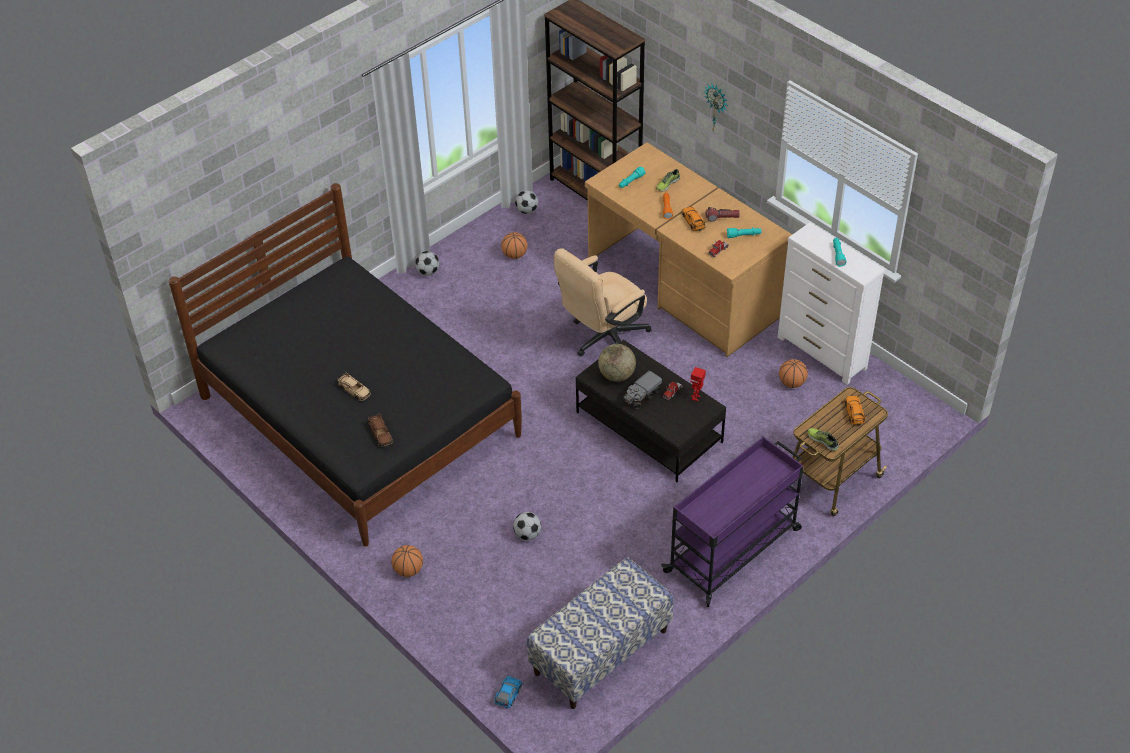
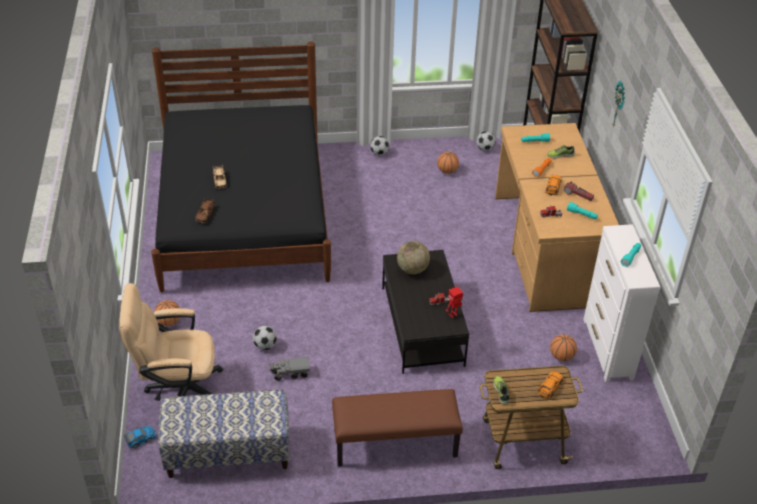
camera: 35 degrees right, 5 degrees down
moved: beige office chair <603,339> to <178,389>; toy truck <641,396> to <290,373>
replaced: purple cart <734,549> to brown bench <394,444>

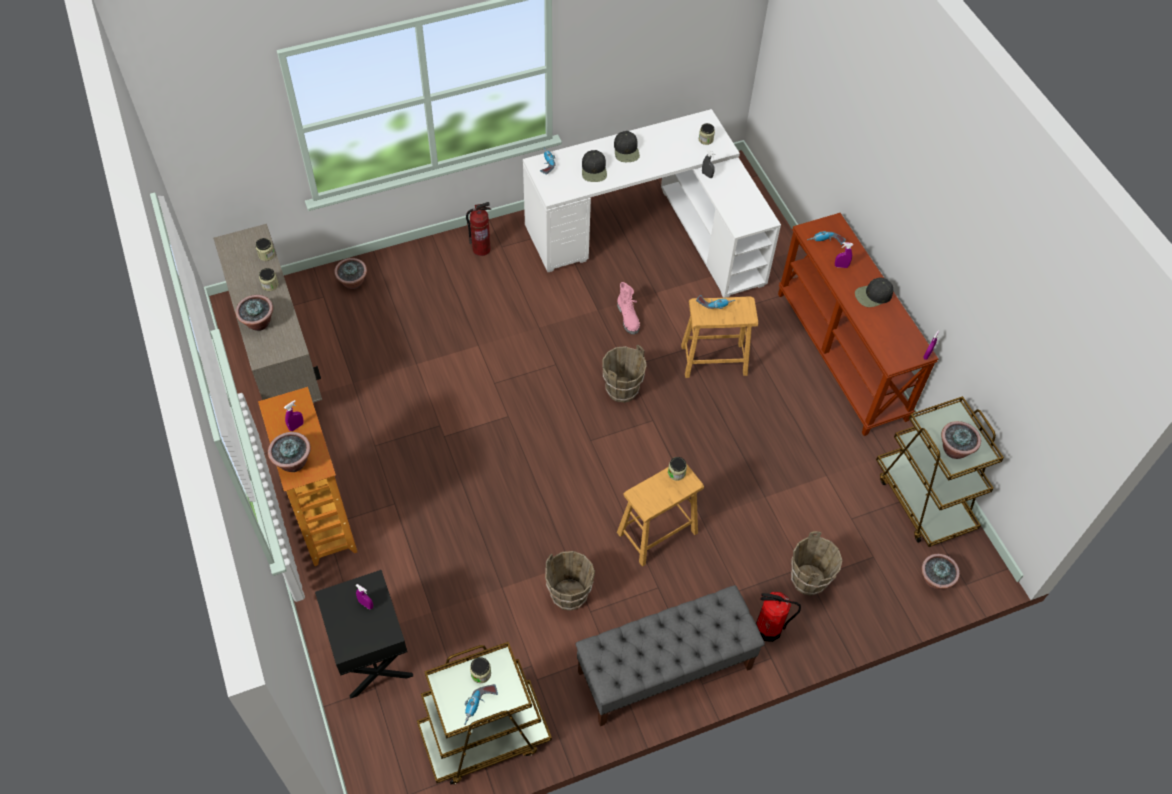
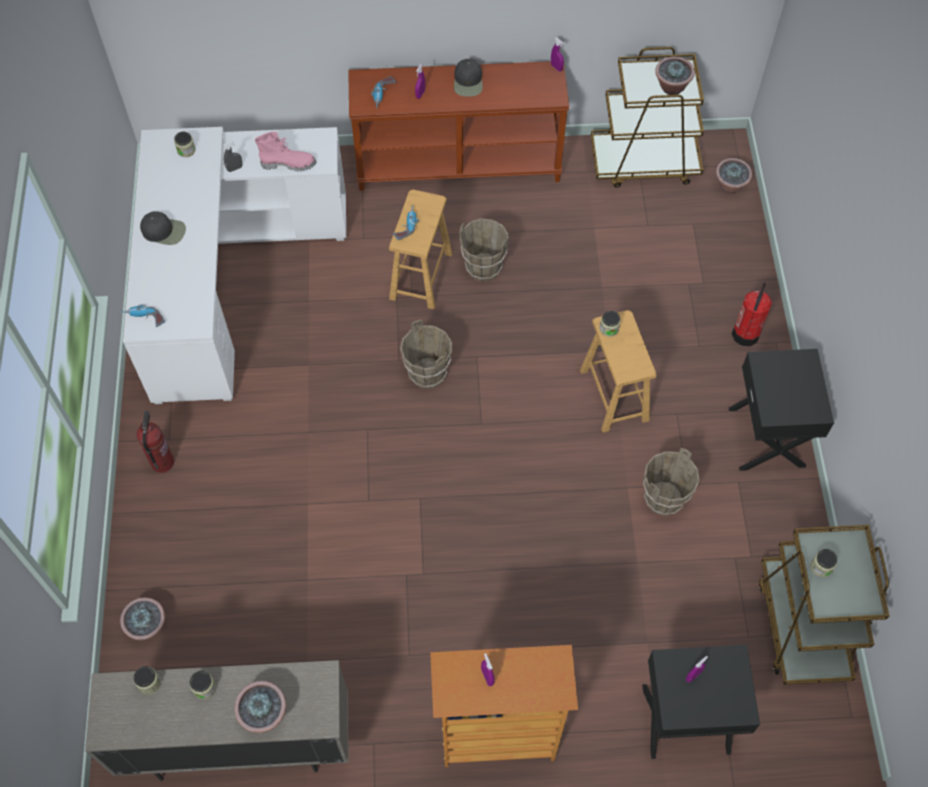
camera: 70 degrees left, 5 degrees up
removed: potted plant <293,462>; power drill <479,706>; black cap <594,170>
moved: pink boot <628,318> to <288,163>; brown bucket <808,580> to <483,267>
replaced: grey bench <664,670> to black nightstand <768,437>

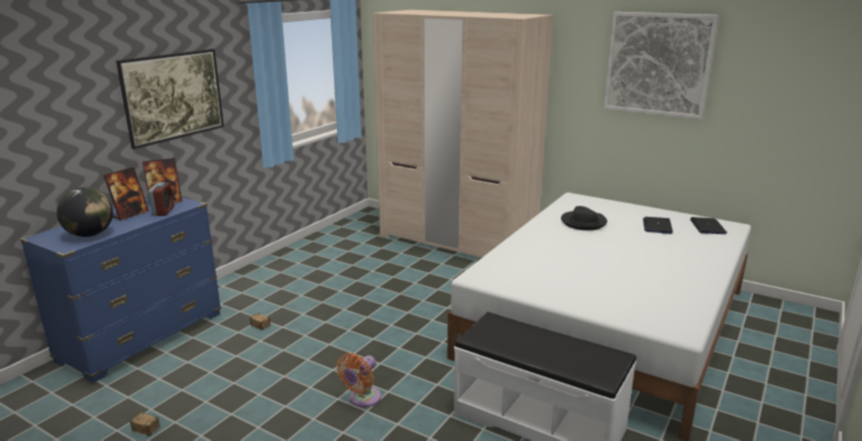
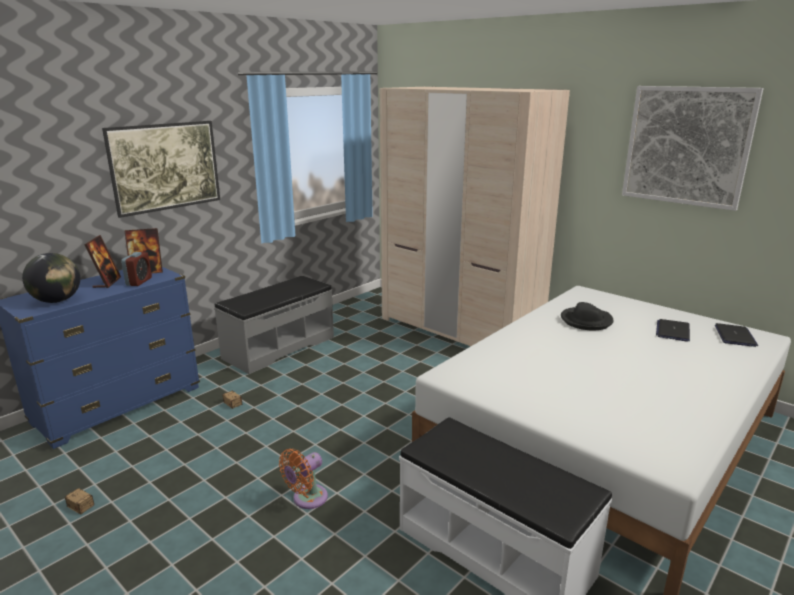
camera: 10 degrees right, 0 degrees up
added: grey bench <278,347>
turned: picture frame <130,214> = <107,282> 45 degrees counterclockwise

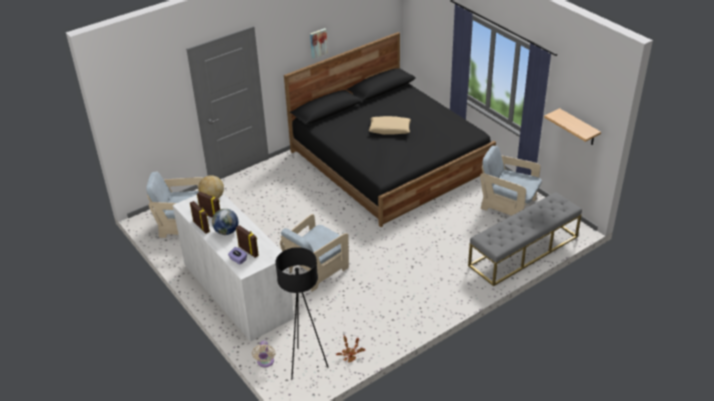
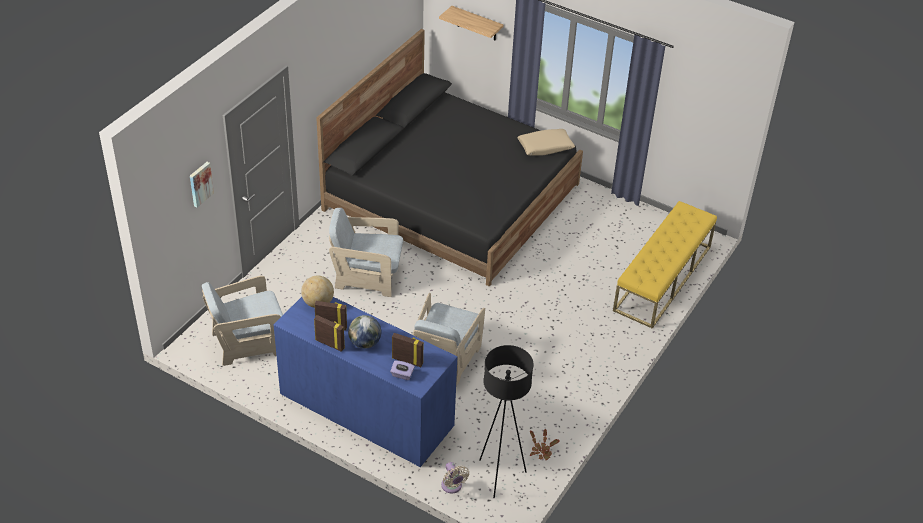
camera: 25 degrees left, 5 degrees up
moved: picture <318,43> to <200,183>; beige pillow <389,129> to <545,147>; beige armchair <508,205> to <367,276>; shelf <578,127> to <477,24>
recoloured: white dresser <237,290> to blue dresser <366,409>; grey bench <523,251> to yellow bench <662,278>

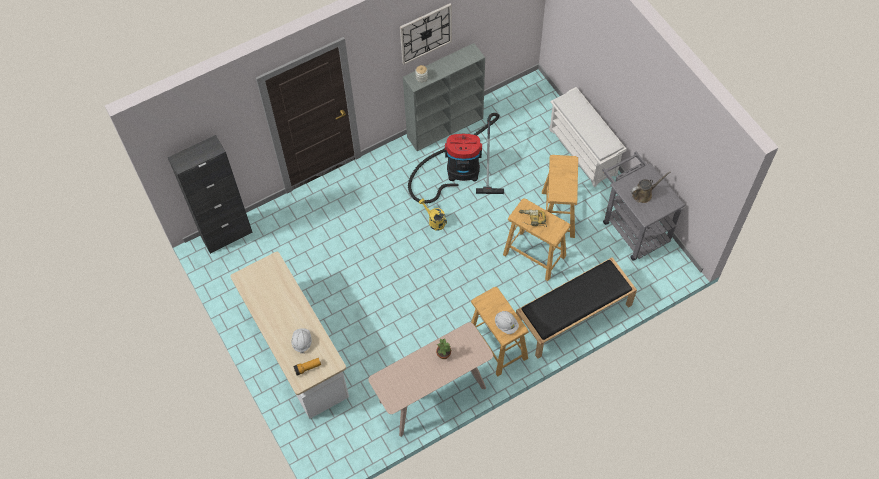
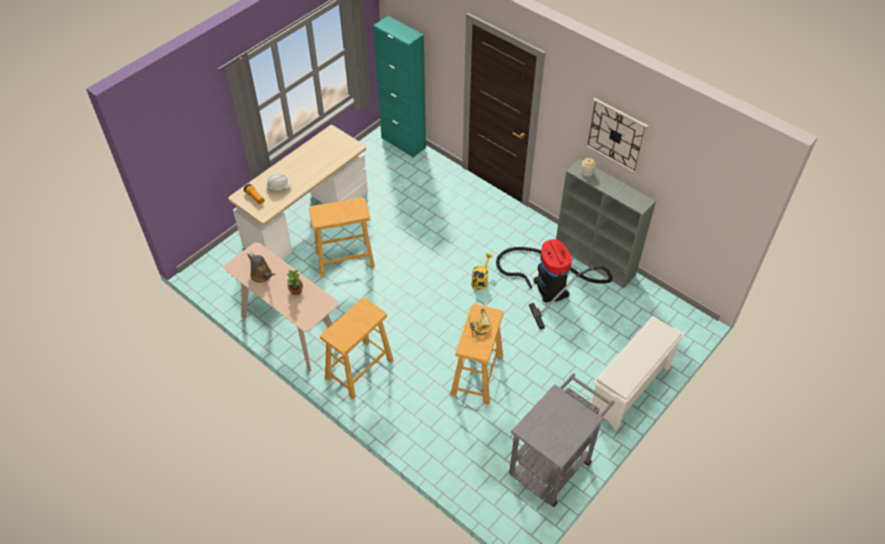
camera: 70 degrees right, 10 degrees down
removed: white hard hat <506,324>; black bench <573,316>
moved: beige stool <558,214> to <344,259>; brown watering can <644,194> to <262,275>
recoloured: black cabinet <227,235> to turquoise cabinet <403,142>

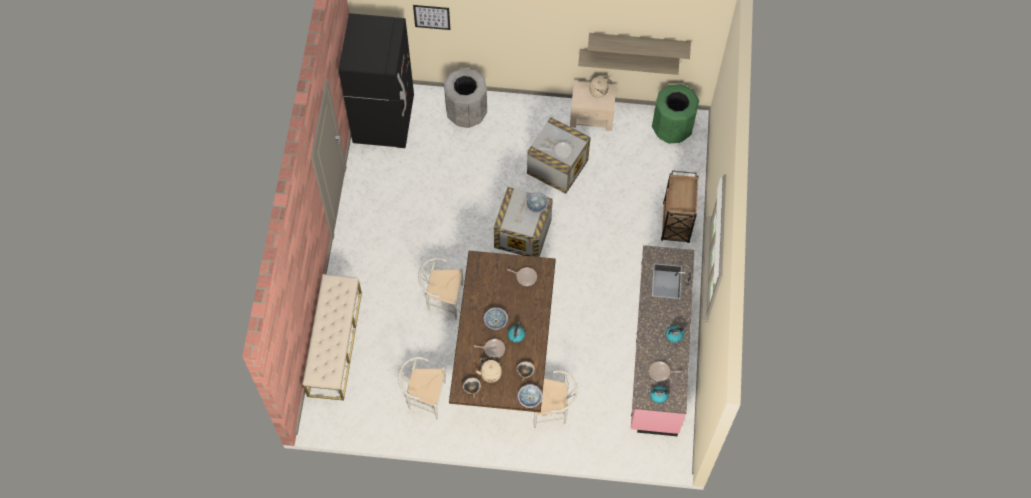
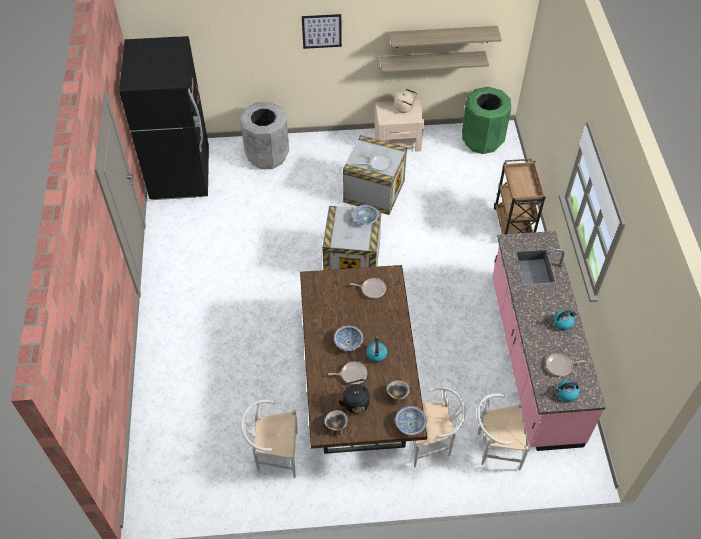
camera: 10 degrees left, 10 degrees down
removed: beige bench <334,343>
moved: picture <432,17> to <321,31>; white chair <442,299> to <494,448>
recoloured: beige kettle <490,372> to black kettle <355,402>

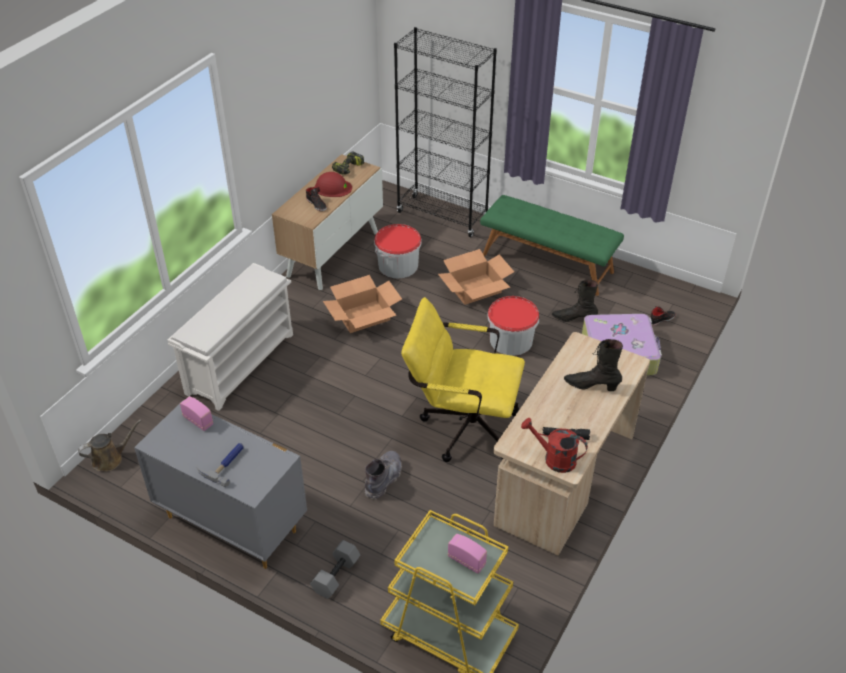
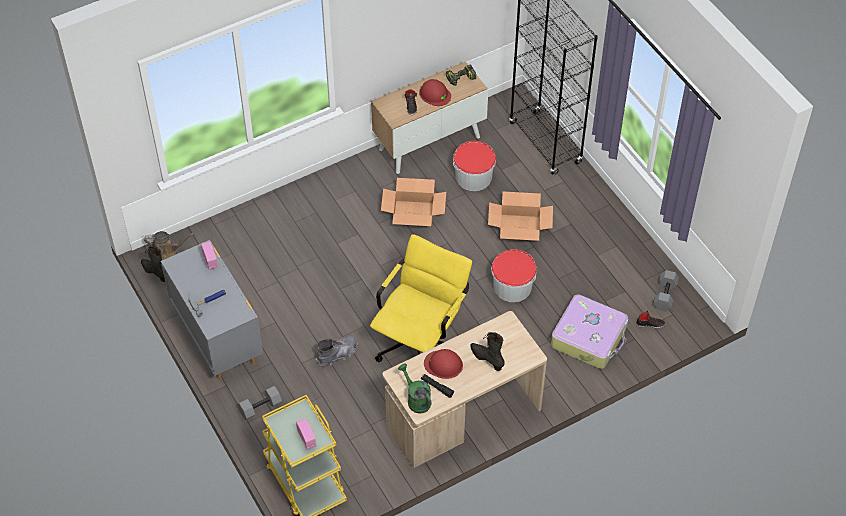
camera: 30 degrees right, 10 degrees up
removed: white shoe rack <240,362>; green bench <547,263>
added: red hard hat <443,364>; grey dumbbell <664,295>
moved: black boot <573,319> to <155,272>
recoloured: red watering can <554,459> to green watering can <416,399>
turned: yellow office chair <461,426> = <421,340> 75 degrees clockwise

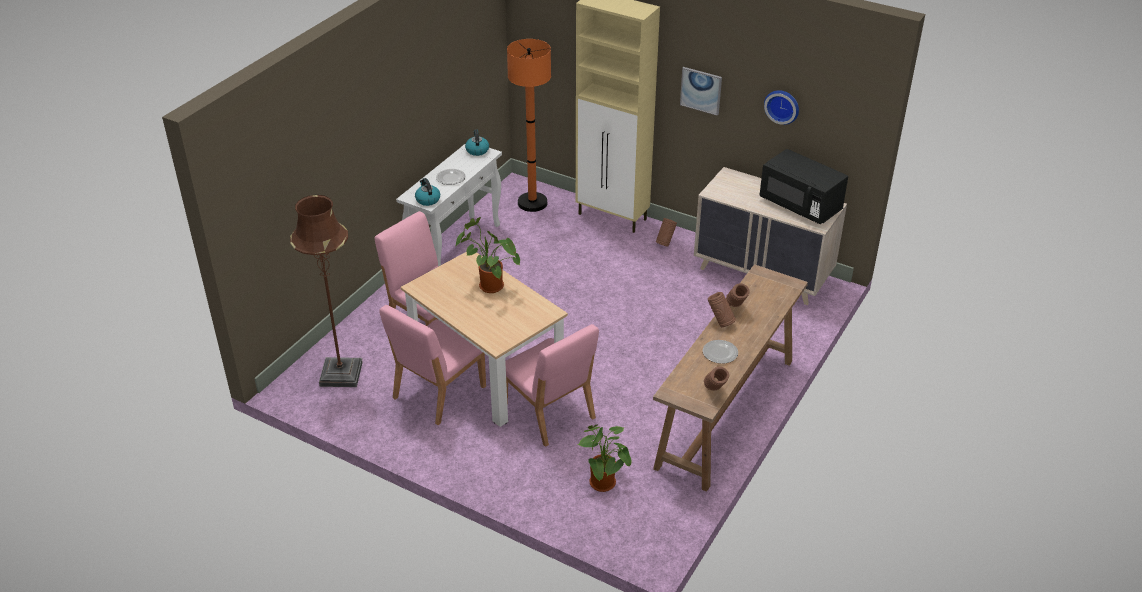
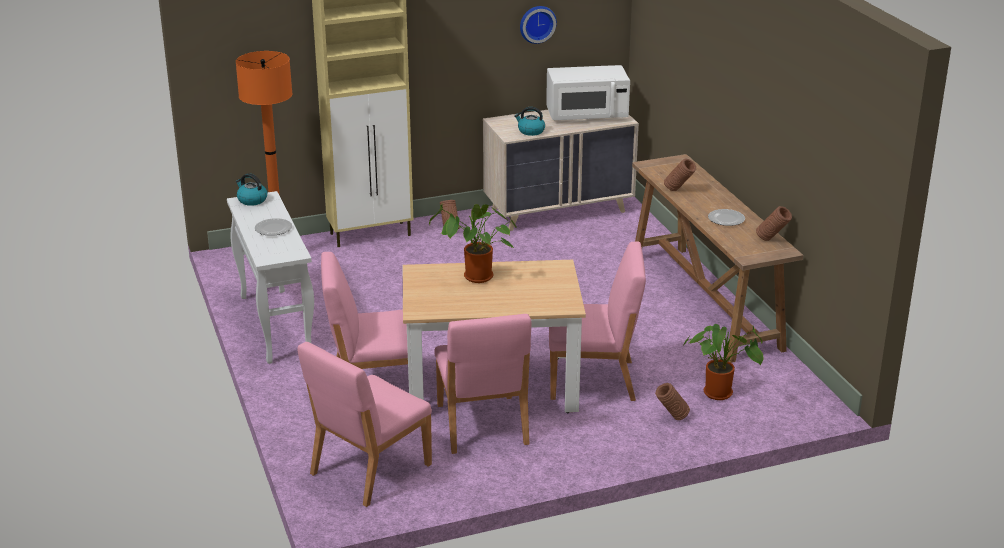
camera: 50 degrees left, 10 degrees down
removed: picture <701,90>
moved: kettle <427,199> to <530,131>; brown vase <720,322> to <671,418>
replaced: brown floor lamp <341,374> to pink chair <369,469>
recoloured: black microwave <800,205> to white microwave <587,115>

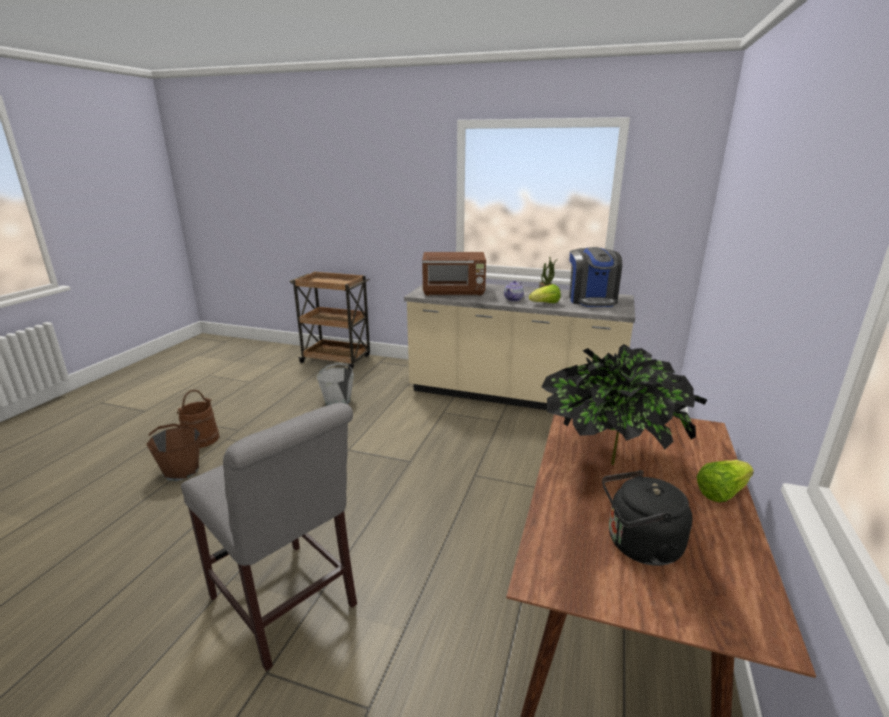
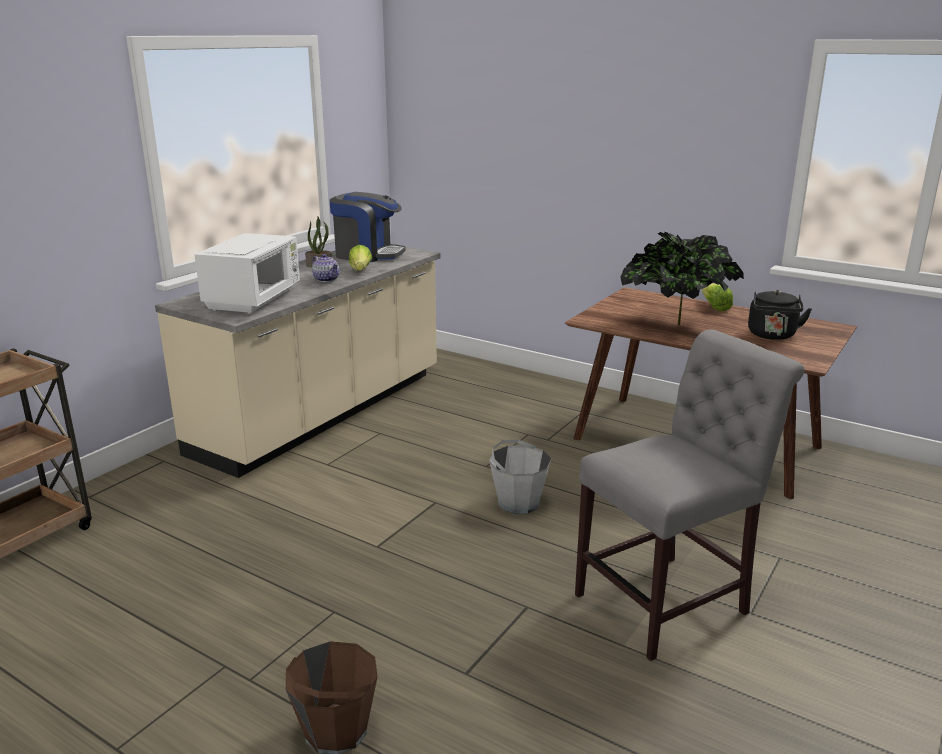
camera: 75 degrees left, 0 degrees up
removed: brown bucket <201,439>
moved: grey bucket <337,401> to <518,502>
recoloured: brown microwave <454,292> to white microwave <255,299>

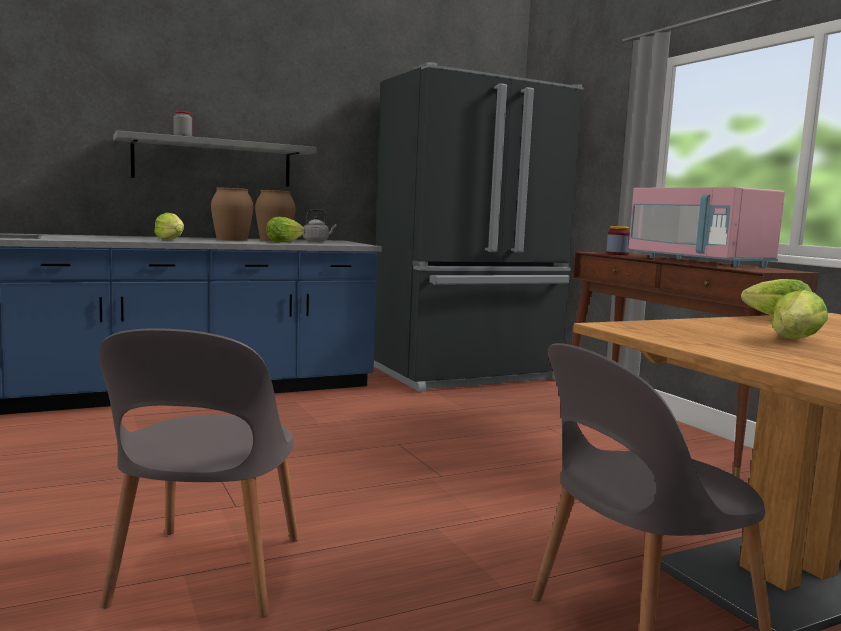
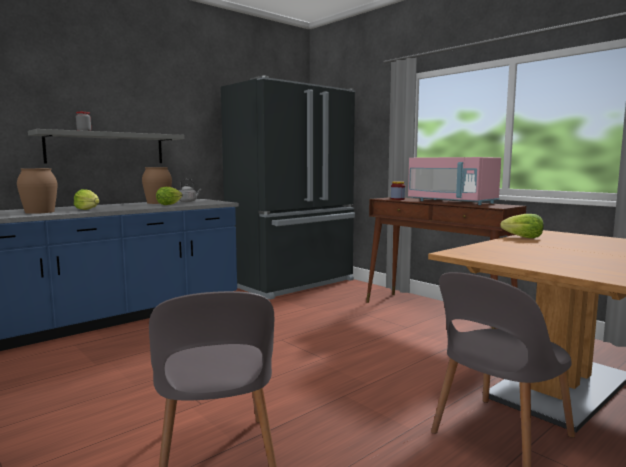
camera: 15 degrees left, 0 degrees up
removed: lettuce <795,340>
moved: brown vase <232,239> to <40,212>

